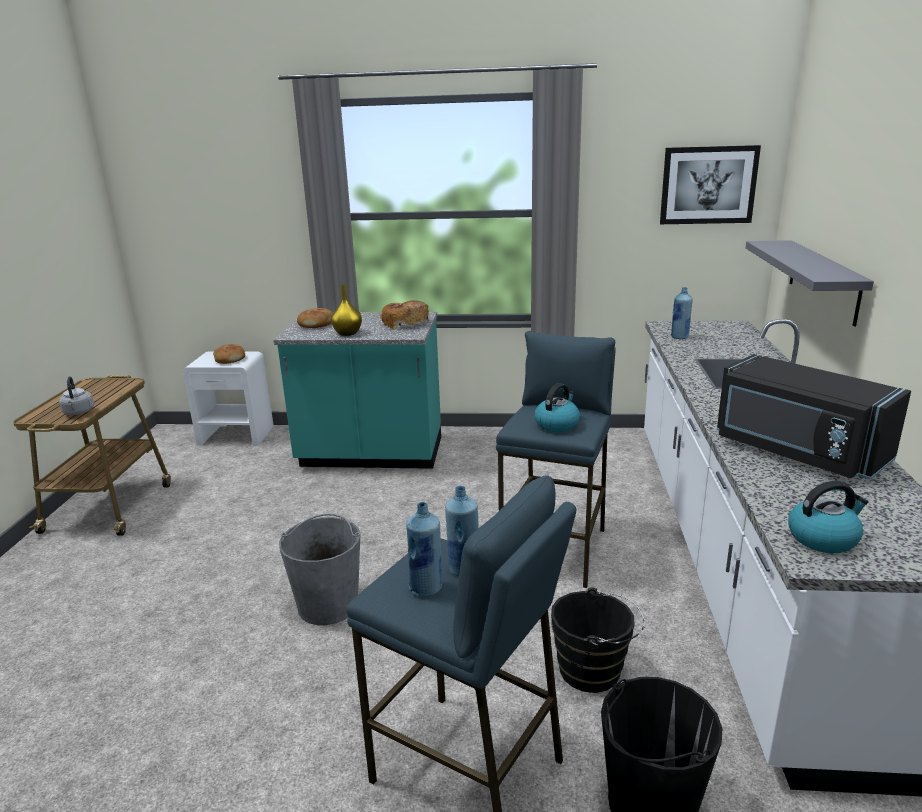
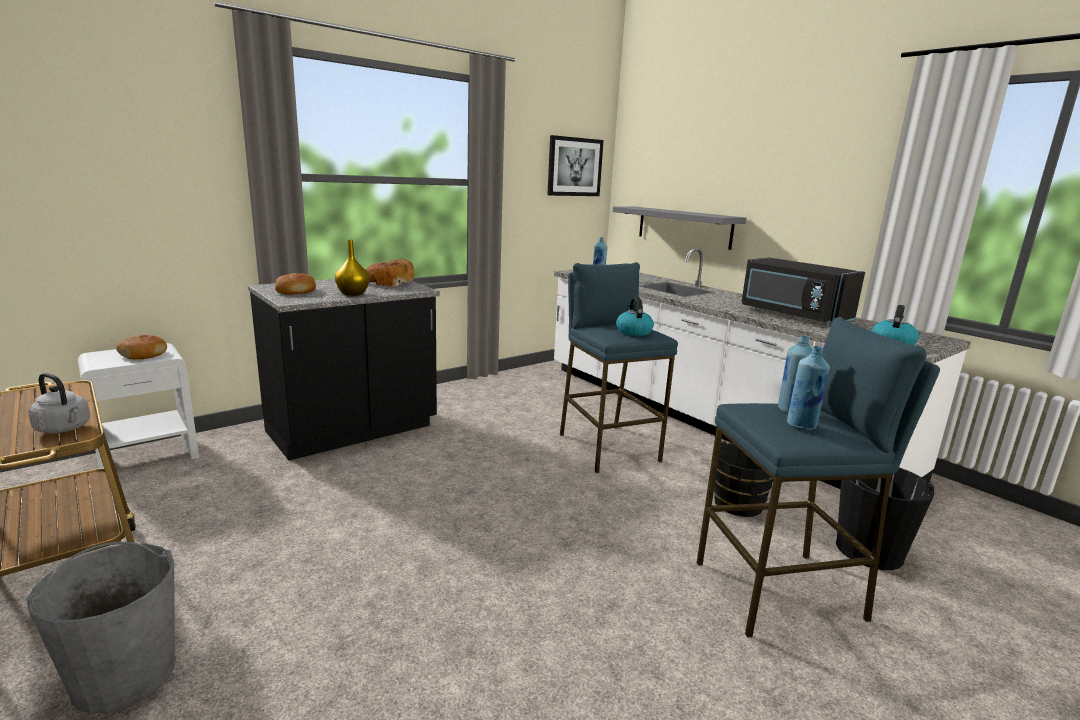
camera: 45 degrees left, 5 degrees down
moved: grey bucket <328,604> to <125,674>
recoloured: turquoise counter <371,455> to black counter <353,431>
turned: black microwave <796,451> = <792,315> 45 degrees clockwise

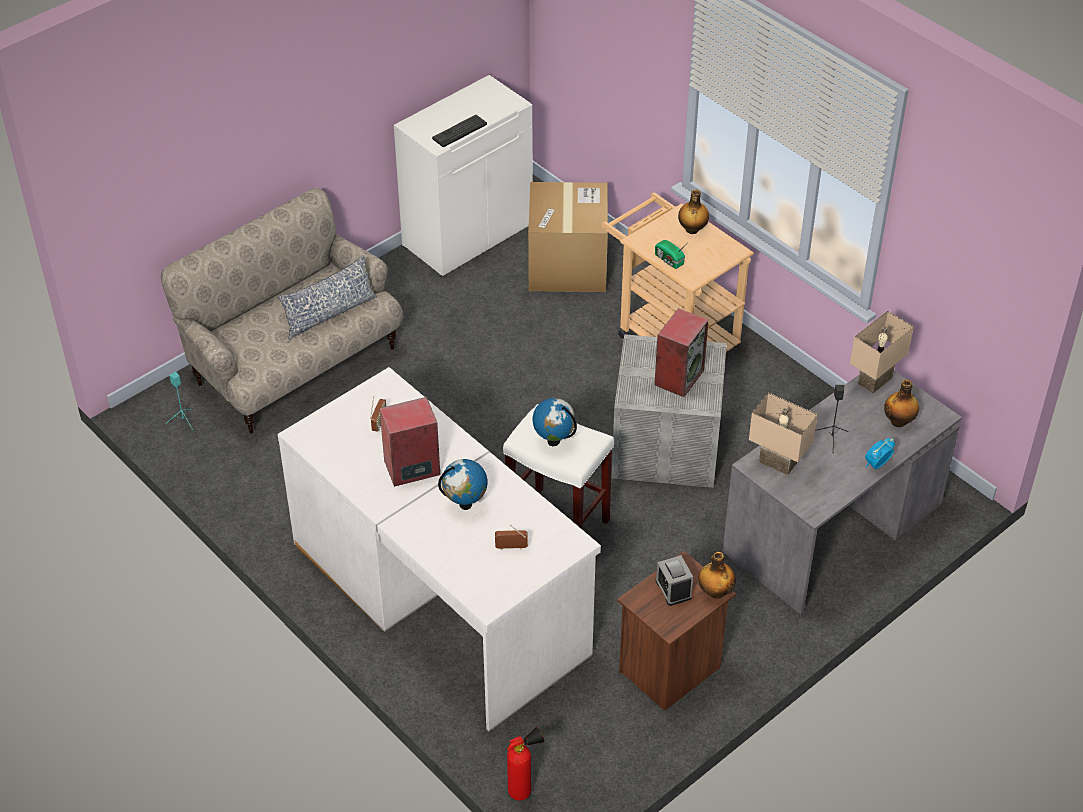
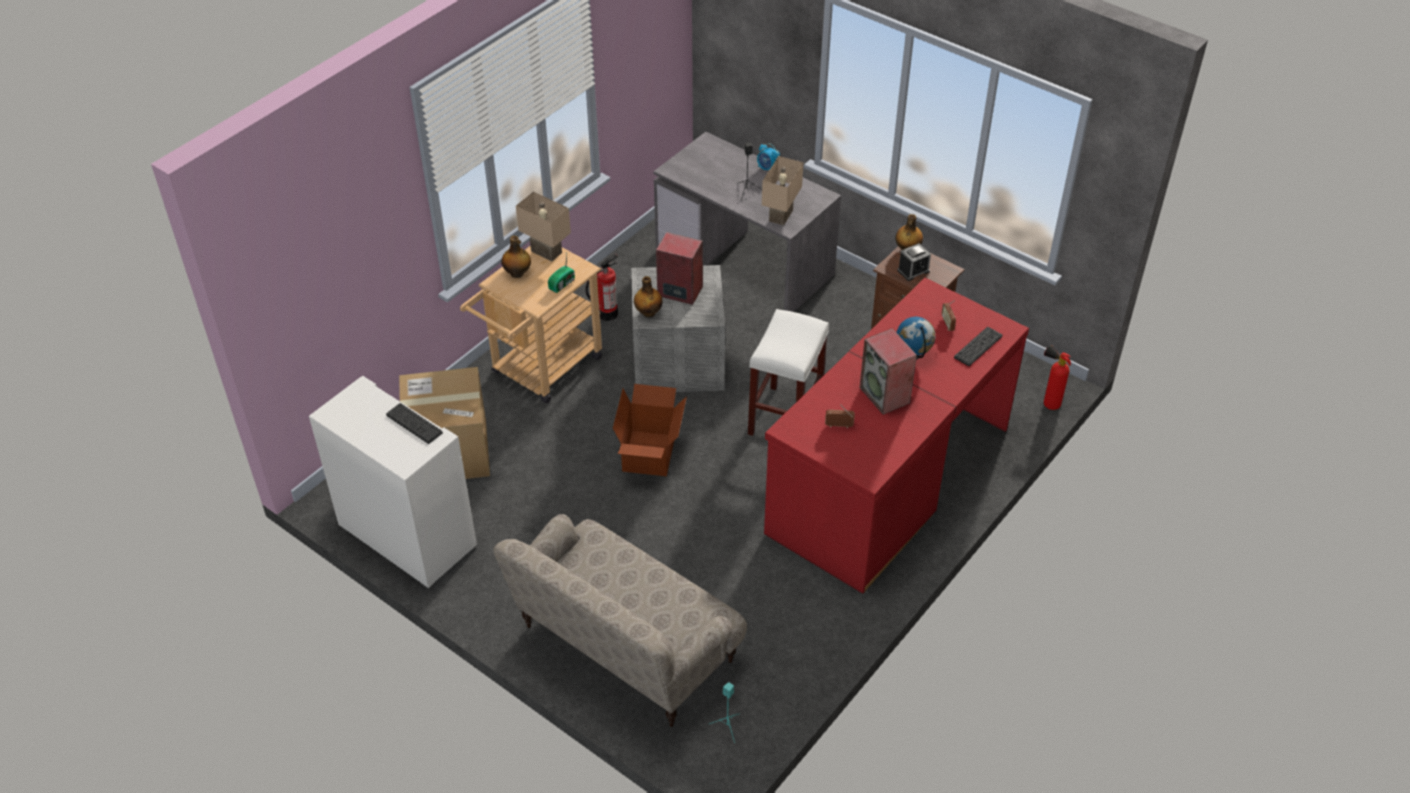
camera: 100 degrees left, 0 degrees up
removed: pillow <329,314>; globe <554,441>
added: fire extinguisher <607,314>; cardboard box <650,454>; keyboard <978,347>
moved: beige table lamp <876,382> to <547,251>; bottle <899,421> to <648,312>
recoloured: white desk <442,597> to red desk <886,479>

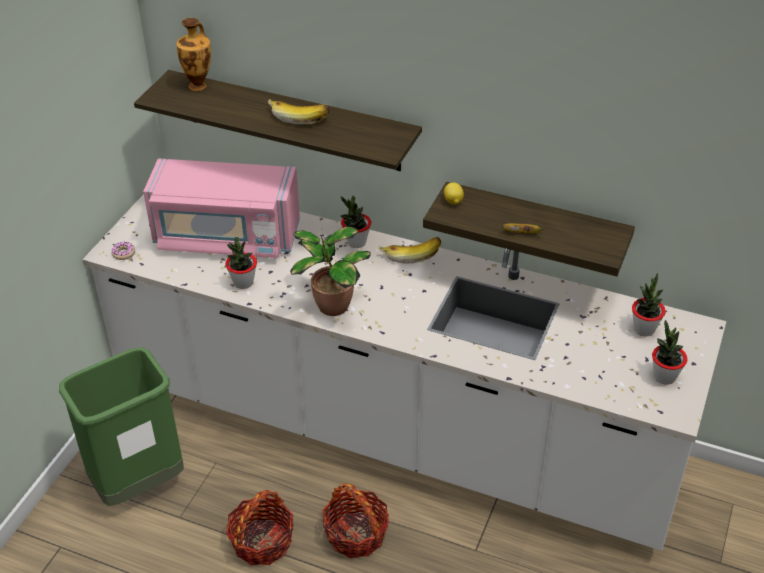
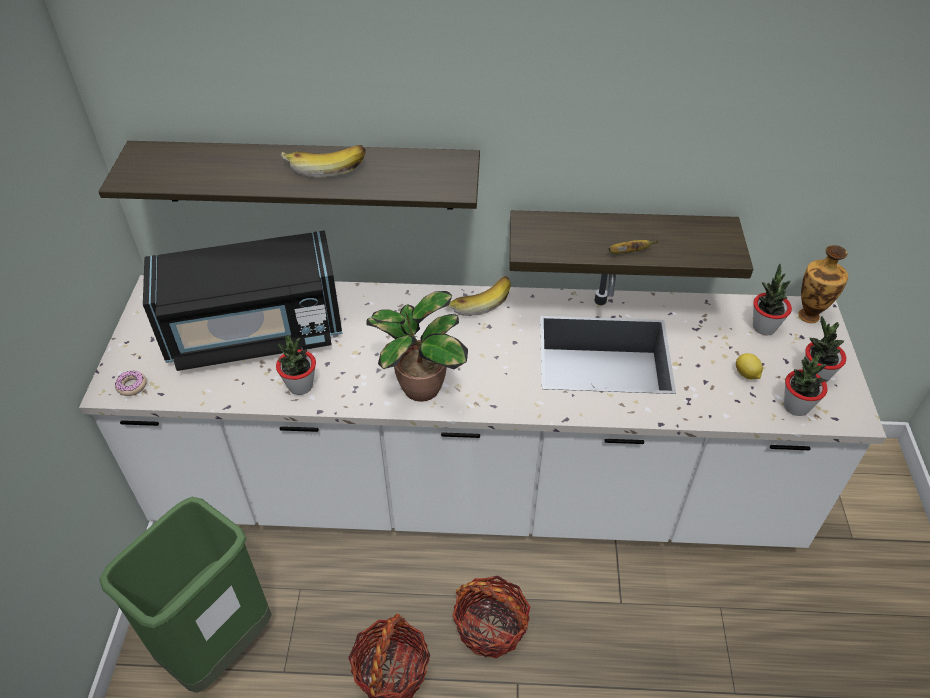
camera: 20 degrees left, 5 degrees up
moved: vase <199,86> to <809,315>; potted plant <356,242> to <796,406>; lemon <453,202> to <746,374>
recoloured: pink microwave <226,237> to black microwave <254,333>

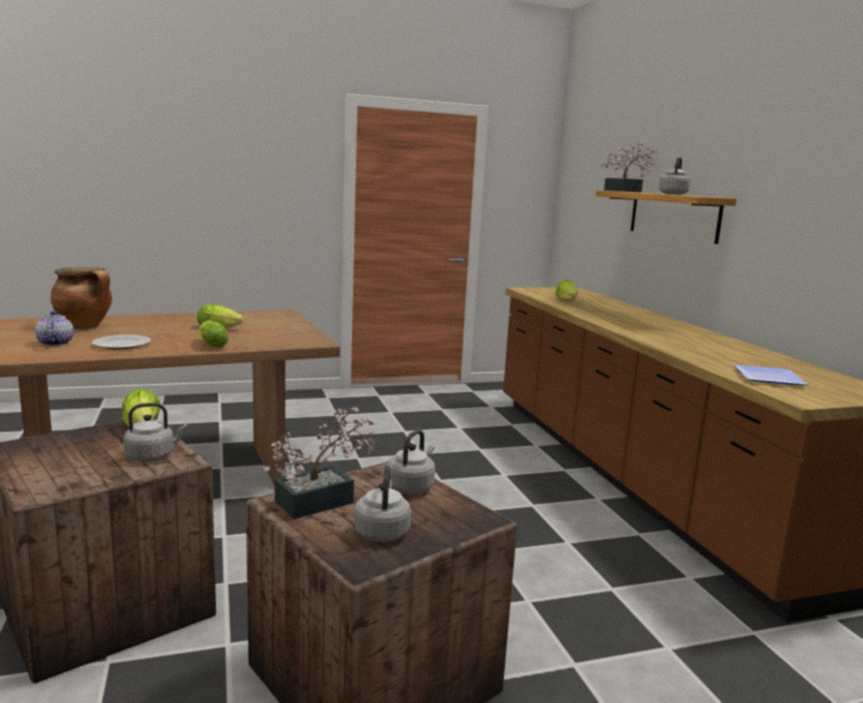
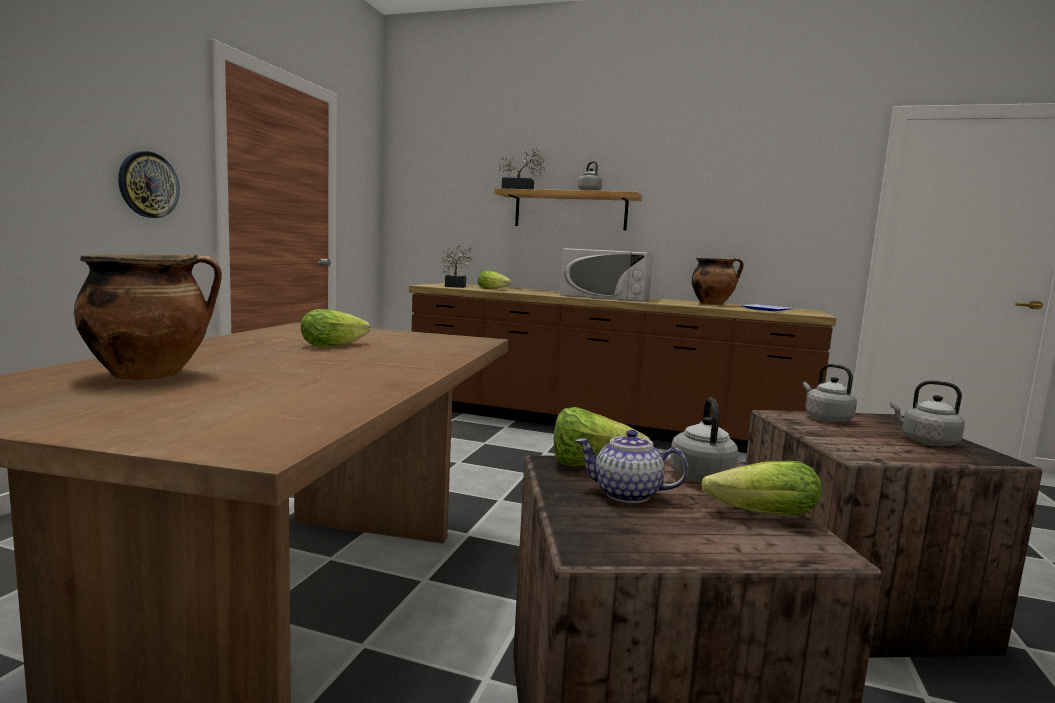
camera: 55 degrees left, 5 degrees down
removed: plate <121,344>
added: wall clock <148,185>; white microwave <606,297>; cooking pot <712,304>
moved: teapot <55,343> to <626,494>; lettuce <211,345> to <755,514>; potted plant <322,500> to <456,286>

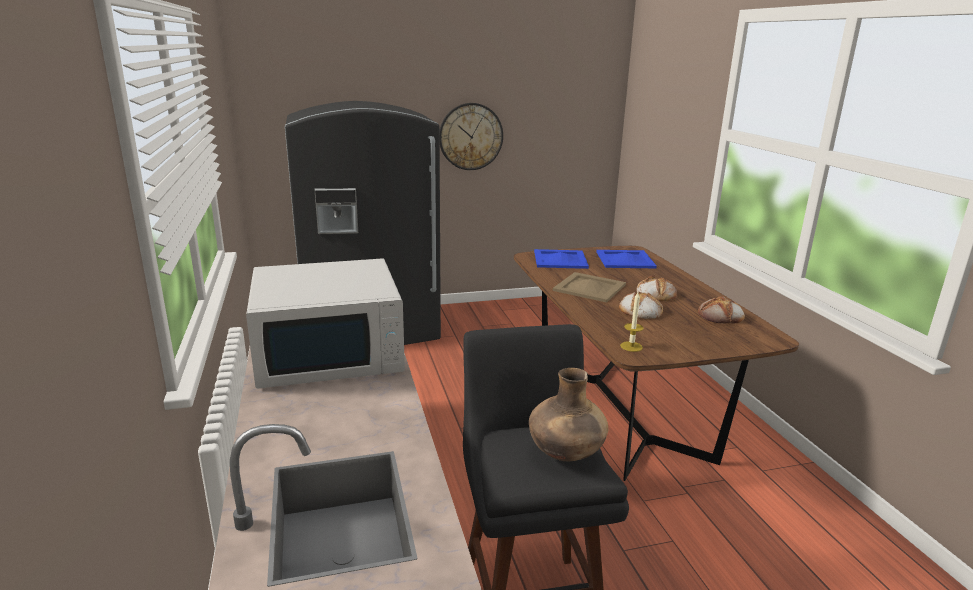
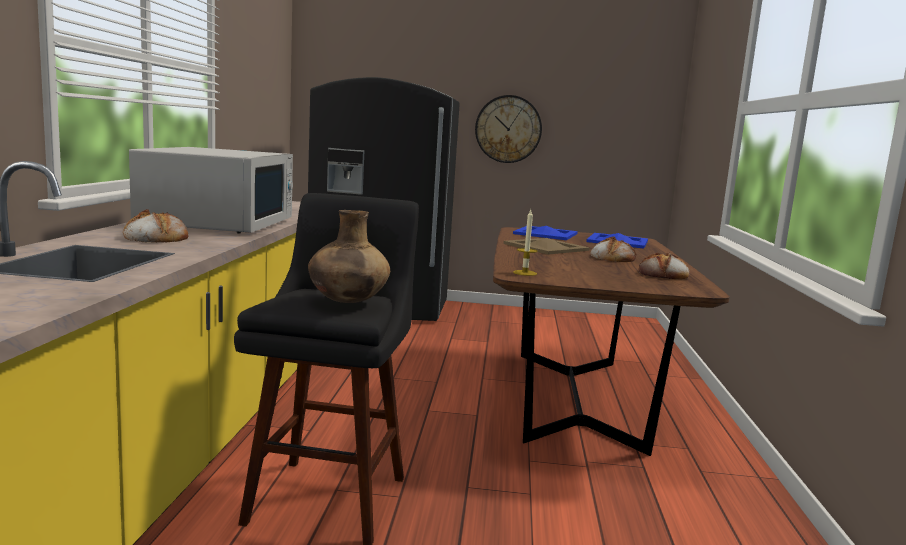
camera: 20 degrees right, 10 degrees down
moved: bread <640,311> to <154,237>
turned: white microwave <330,353> = <219,222> 90 degrees counterclockwise

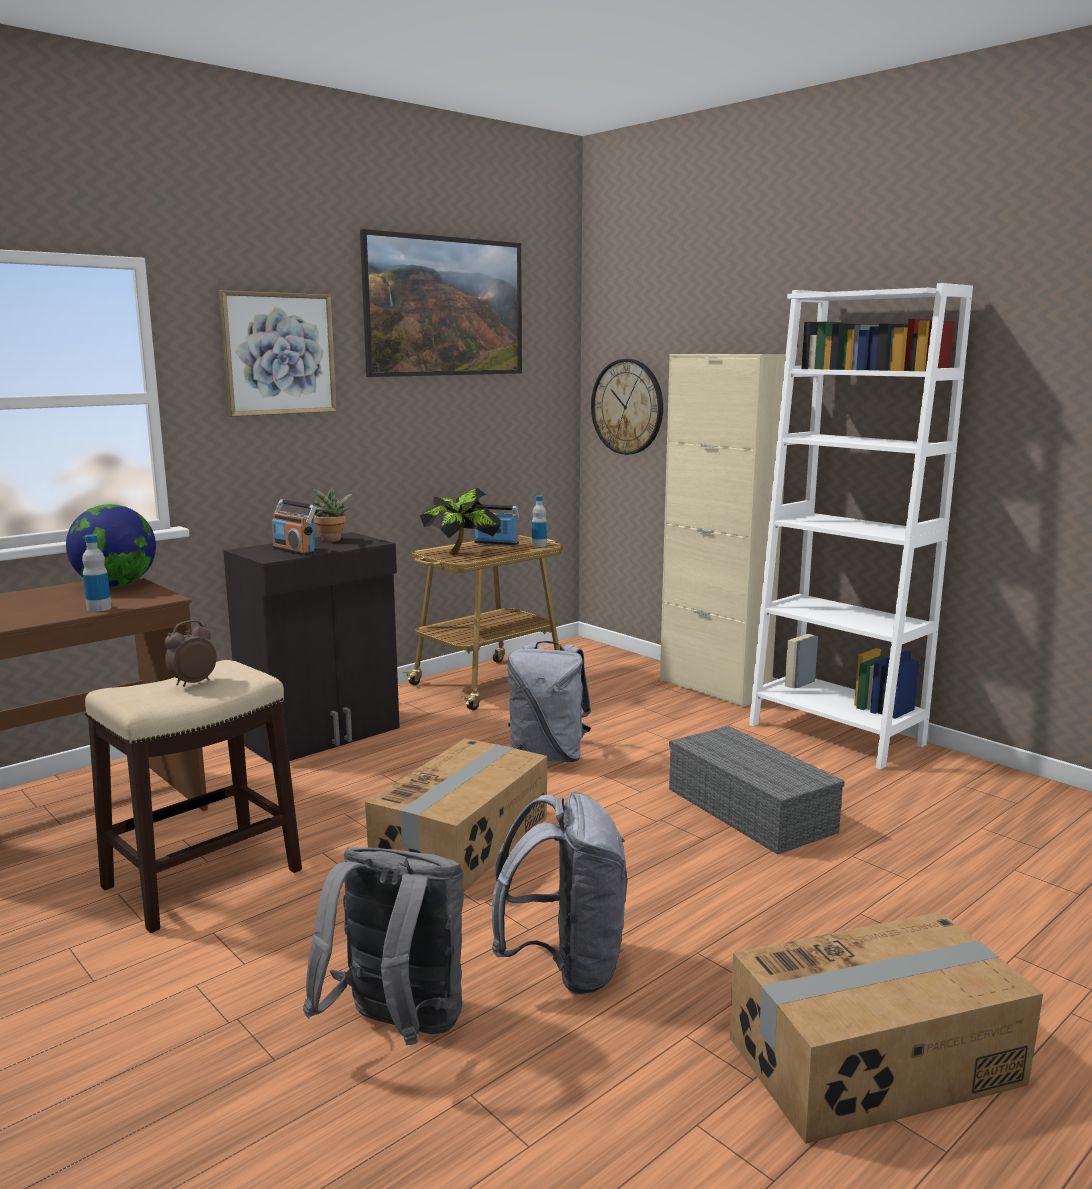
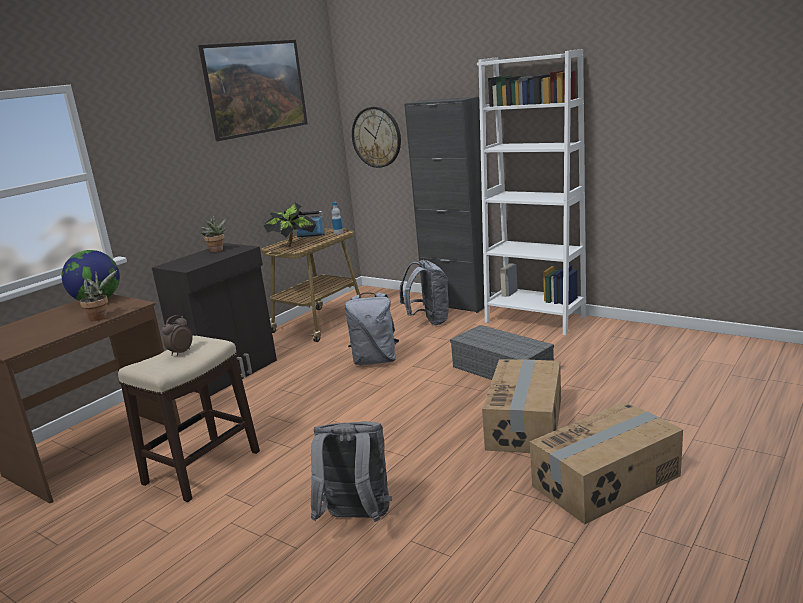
camera: 10 degrees left, 5 degrees up
removed: picture <279,354>; radio <294,551>
moved: cardboard box <464,843> to <526,423>; grey backpack <565,967> to <429,321>
replaced: bottle <99,608> to potted plant <101,317>
recoloured: beige cabinet <714,688> to black cabinet <457,304>

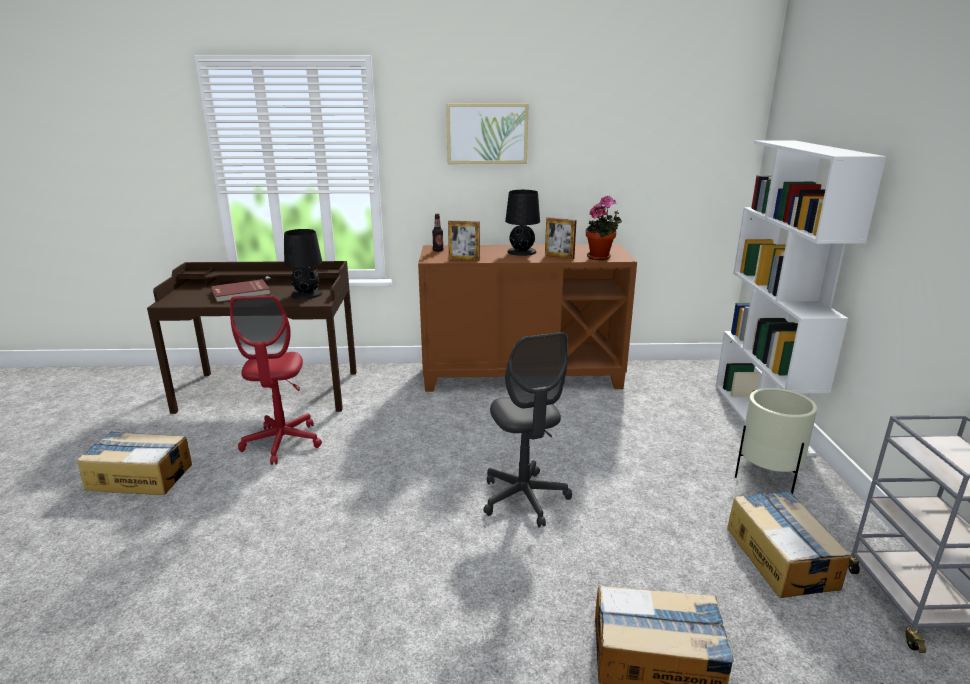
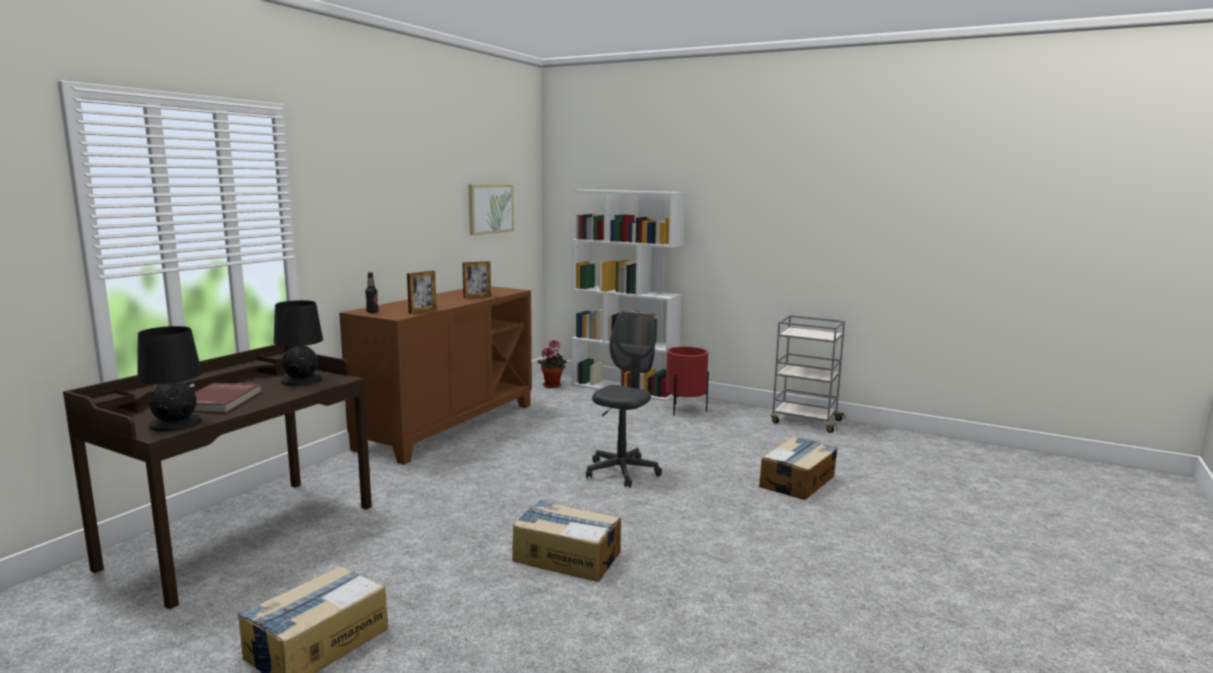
camera: 60 degrees left, 10 degrees down
removed: red office chair <282,443>
moved: picture <487,133> to <490,208>; black table lamp <522,252> to <176,423>; potted plant <601,257> to <553,385>; cardboard box <781,557> to <566,556>
recoloured: beige planter <766,479> to red planter <685,410>
turned: grey office chair <524,498> = <622,472> 75 degrees counterclockwise

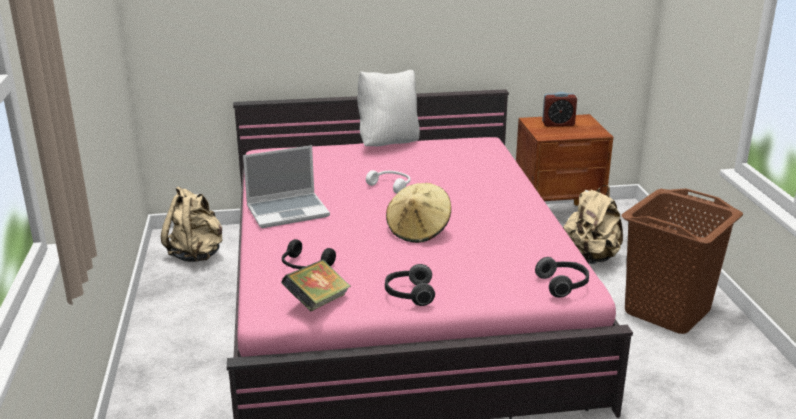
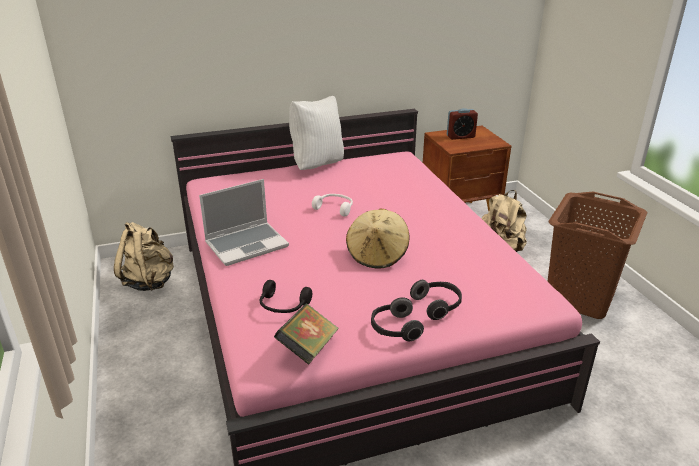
camera: 10 degrees left, 5 degrees up
moved: headphones <563,285> to <437,305>

